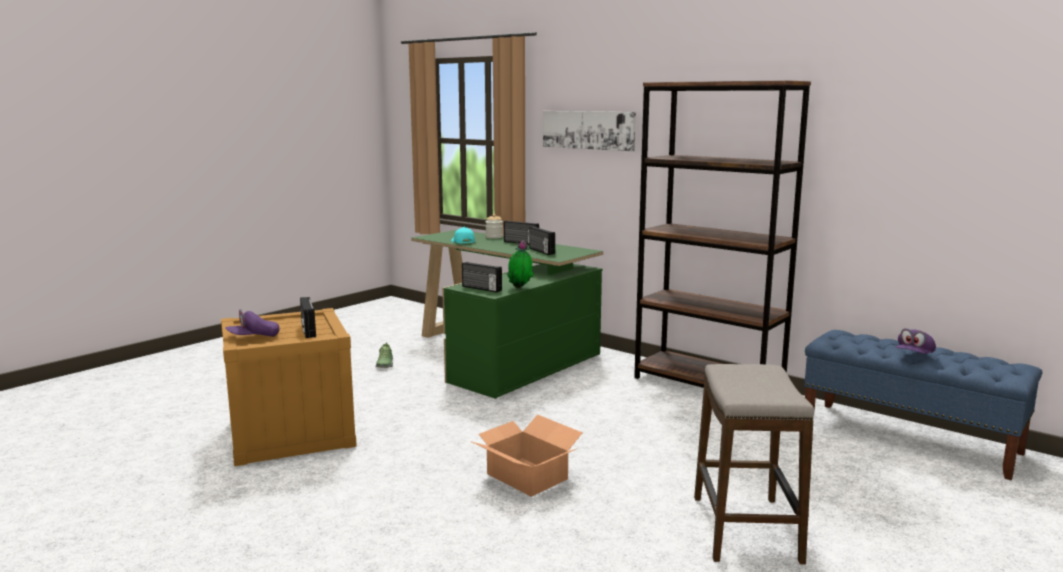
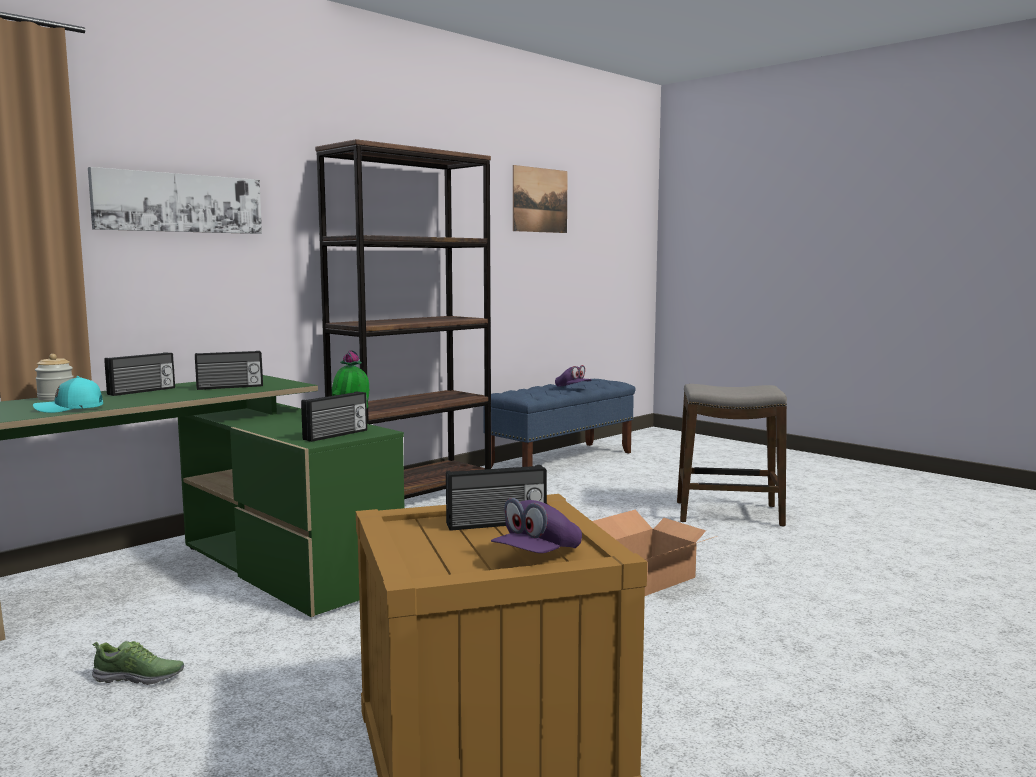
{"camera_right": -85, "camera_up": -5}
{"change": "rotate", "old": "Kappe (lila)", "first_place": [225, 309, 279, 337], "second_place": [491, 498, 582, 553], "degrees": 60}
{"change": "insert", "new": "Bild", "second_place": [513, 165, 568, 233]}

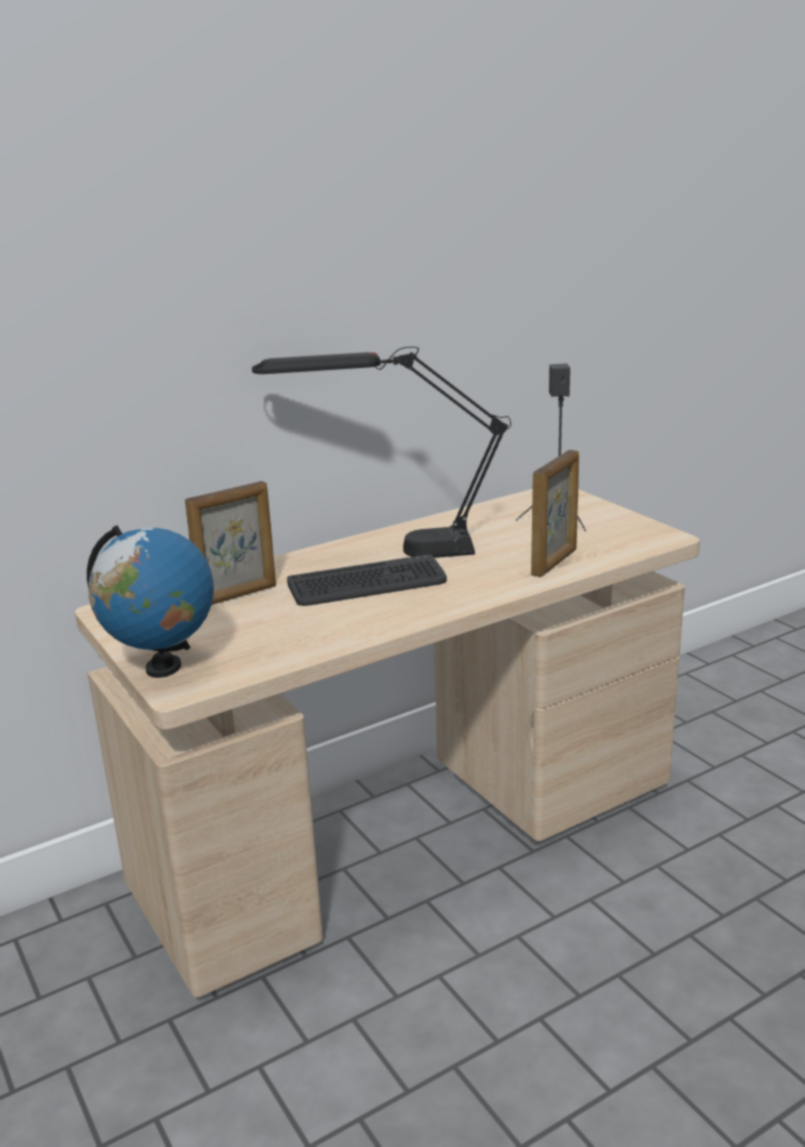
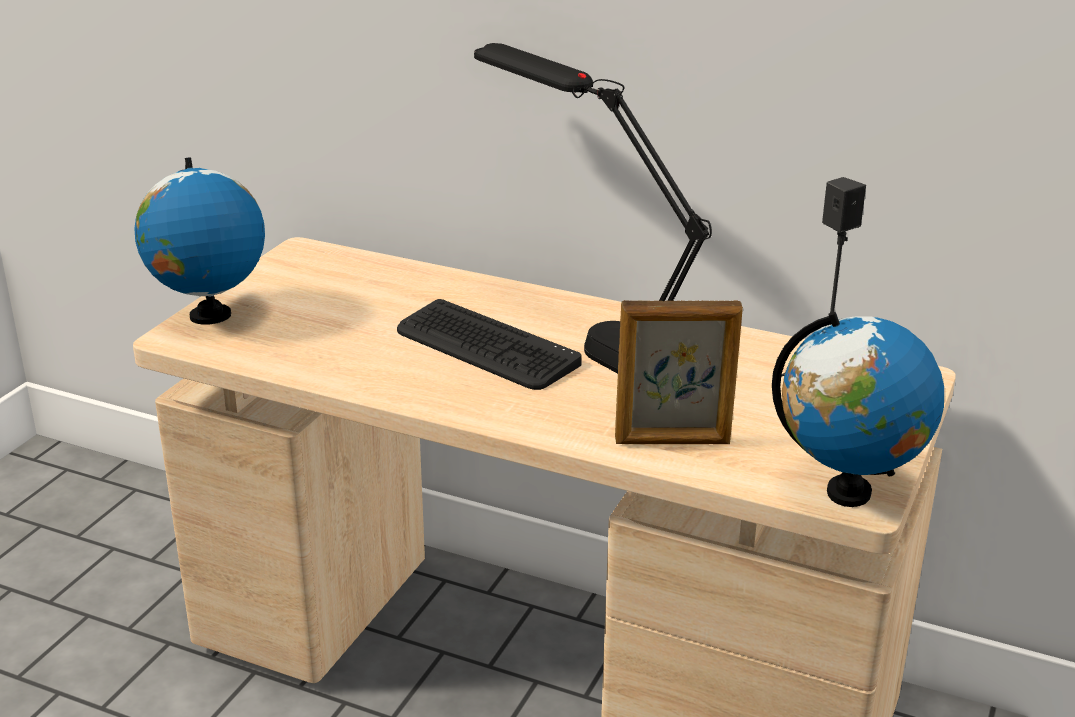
{"camera_right": 55, "camera_up": 5}
{"change": "delete", "old": "Bilderrahmen", "first_place": [185, 481, 276, 605]}
{"change": "insert", "new": "Globus", "second_place": [772, 312, 944, 507]}

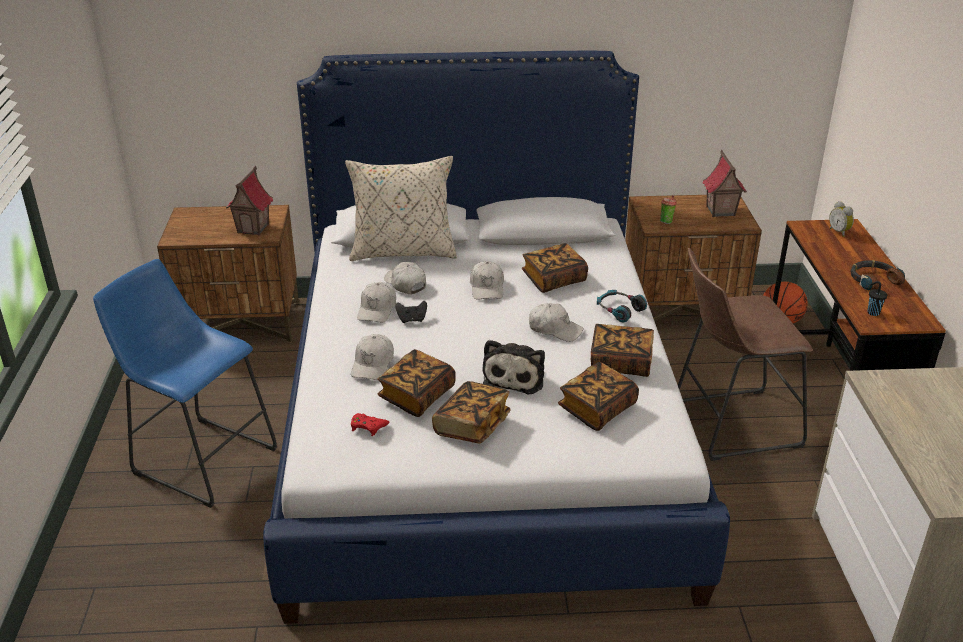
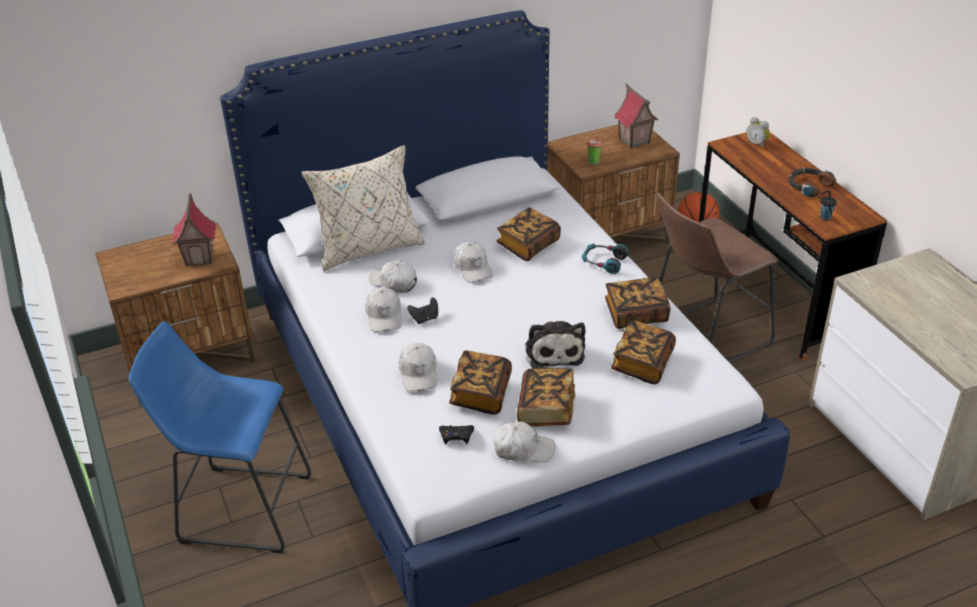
{"camera_right": -20, "camera_up": 5}
{"change": "recolor", "old": "Gamepad (rot)", "new": "Gamepad (schwarz)", "first_place": [351, 413, 389, 436], "second_place": [439, 425, 474, 445]}
{"change": "move", "old": "Kappe (weiß)", "first_place": [529, 303, 584, 342], "second_place": [493, 422, 555, 463]}

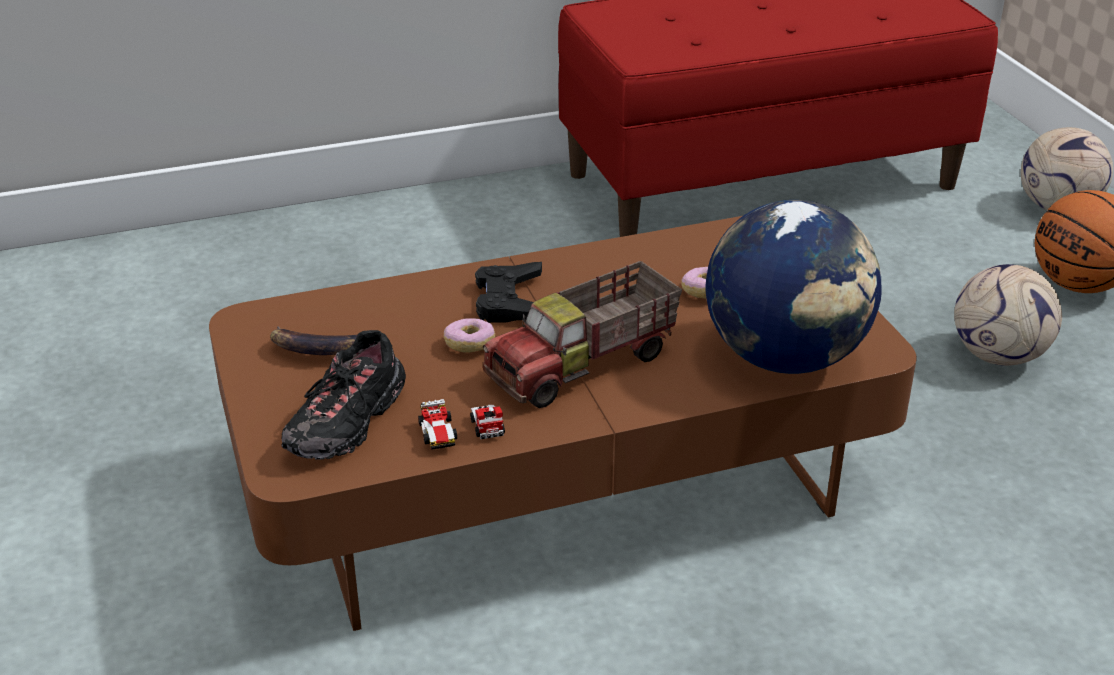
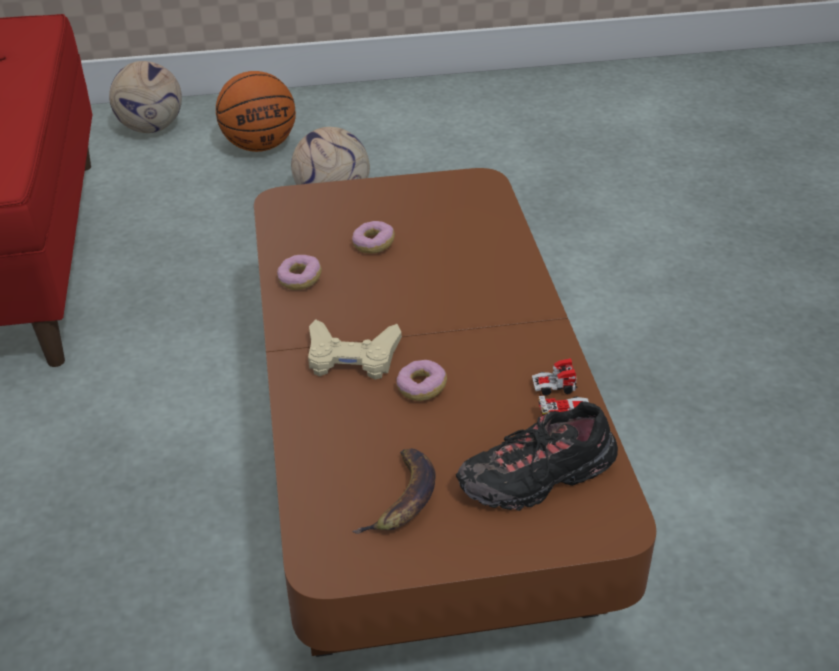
{"camera_right": -80, "camera_up": 5}
{"change": "rotate", "old": "Schuh (schwarz)", "first_place": [281, 330, 406, 460], "second_place": [456, 402, 618, 511], "degrees": 120}
{"change": "recolor", "old": "Gamepad (schwarz)", "new": "Gamepad (beige)", "first_place": [475, 262, 542, 323], "second_place": [308, 319, 402, 380]}
{"change": "delete", "old": "Spielzeuglaster", "first_place": [483, 261, 682, 408]}
{"change": "delete", "old": "Globus", "first_place": [706, 200, 882, 374]}
{"change": "insert", "new": "Donut", "second_place": [277, 255, 322, 290]}

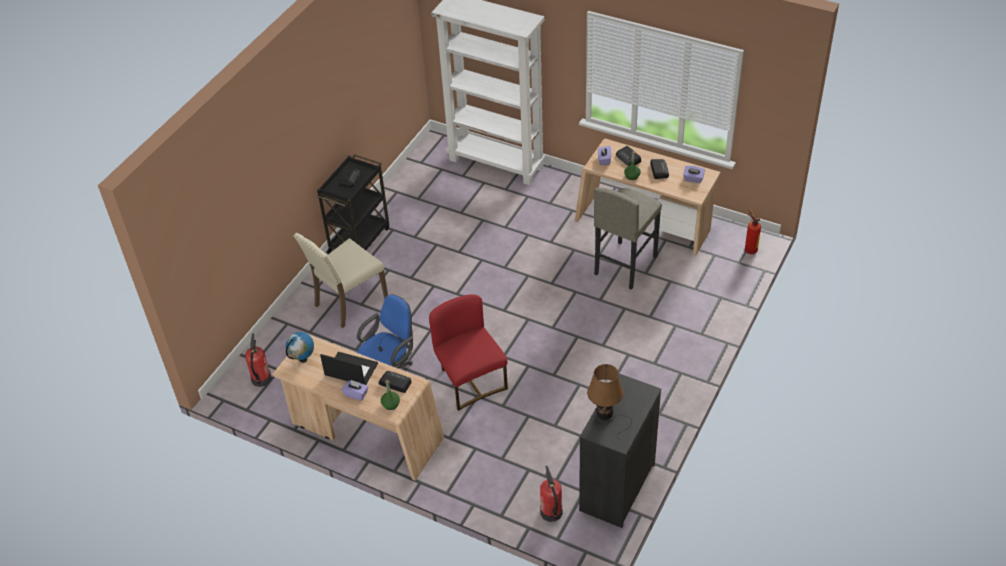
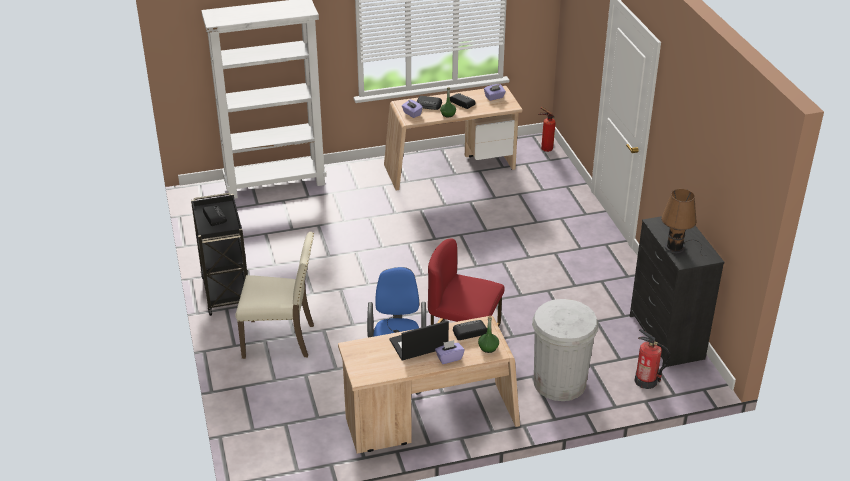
{"camera_right": -45, "camera_up": -10}
{"change": "delete", "old": "Feuerlöscher", "first_place": [245, 333, 272, 387]}
{"change": "delete", "old": "Globus", "first_place": [286, 332, 314, 363]}
{"change": "rotate", "old": "Stuhl (beige)", "first_place": [293, 233, 388, 328], "second_place": [235, 232, 314, 359], "degrees": -90}
{"change": "delete", "old": "Hocker (grau)", "first_place": [594, 188, 662, 290]}
{"change": "insert", "new": "Mülleimer (weiß)", "second_place": [532, 299, 598, 401]}

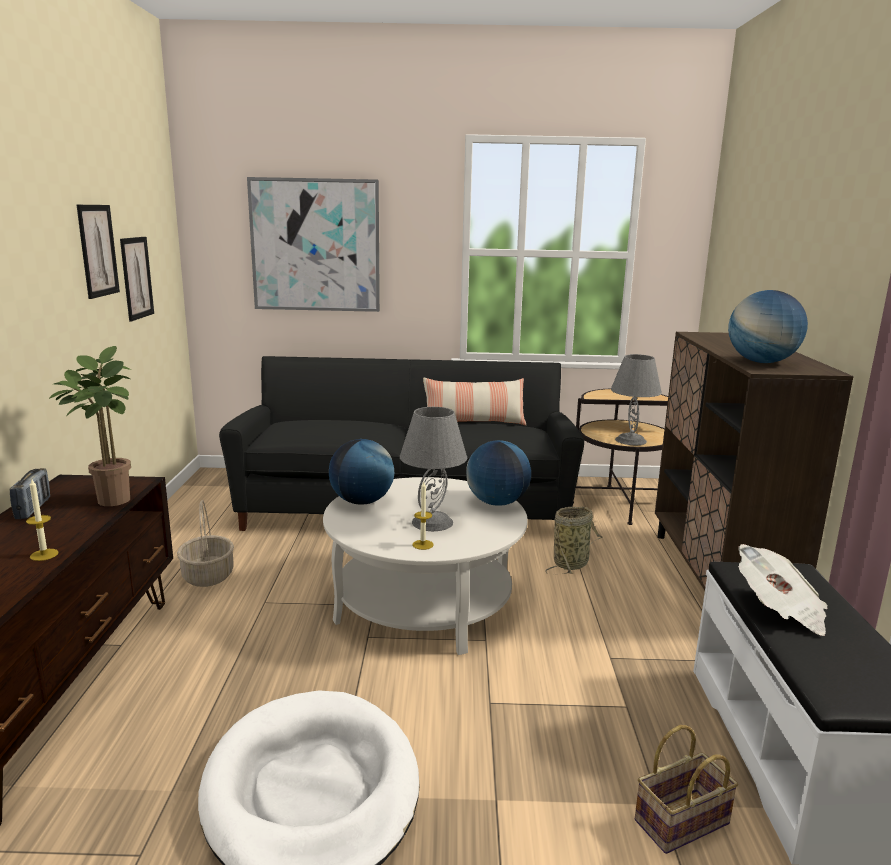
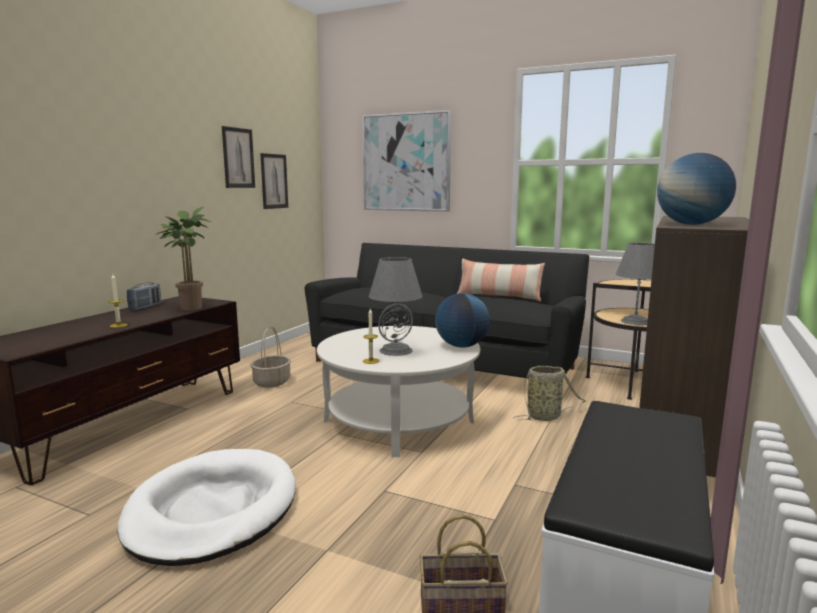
{"camera_right": 25, "camera_up": -5}
{"change": "delete", "old": "Globus", "first_place": [329, 439, 394, 505]}
{"change": "delete", "old": "Zeitung", "first_place": [738, 544, 828, 636]}

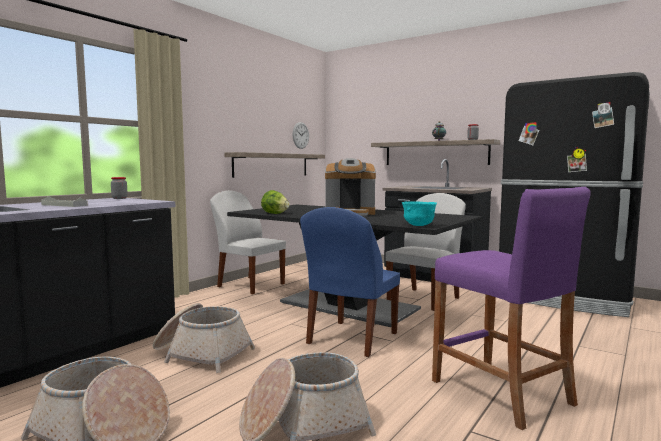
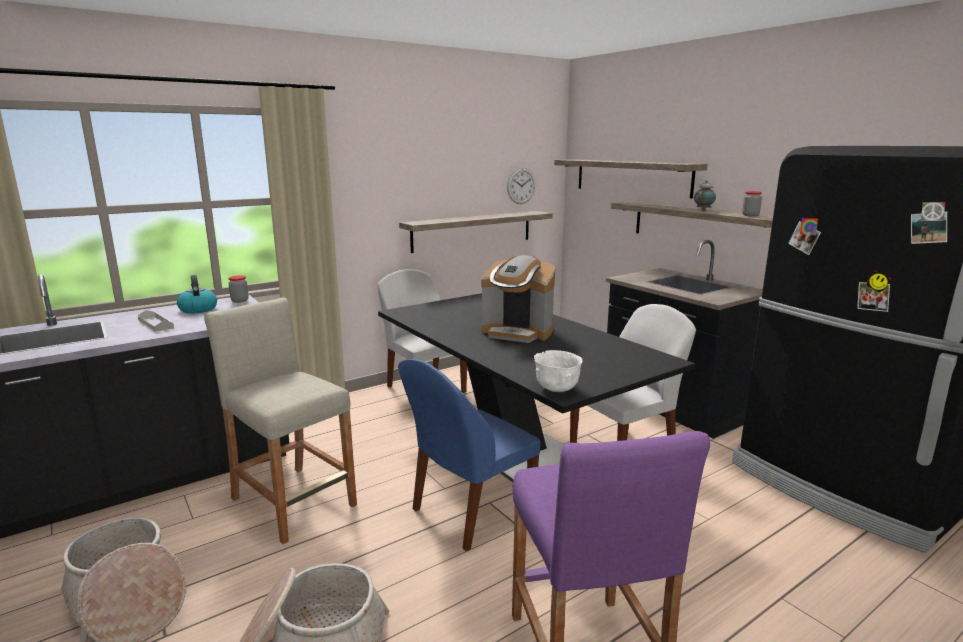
{"camera_right": 20, "camera_up": 10}
{"change": "replace", "old": "Korb", "new": "Hocker (beige)", "first_place": [153, 303, 255, 373], "second_place": [204, 297, 357, 544]}
{"change": "delete", "old": "Salatkopf", "first_place": [261, 190, 290, 214]}
{"change": "recolor", "old": "Schüssel (türkis)", "new": "Schüssel (weiß)", "first_place": [402, 201, 437, 226], "second_place": [534, 350, 583, 392]}
{"change": "insert", "new": "Wasserkessel", "second_place": [177, 275, 217, 313]}
{"change": "insert", "new": "Wandregal", "second_place": [554, 159, 707, 199]}

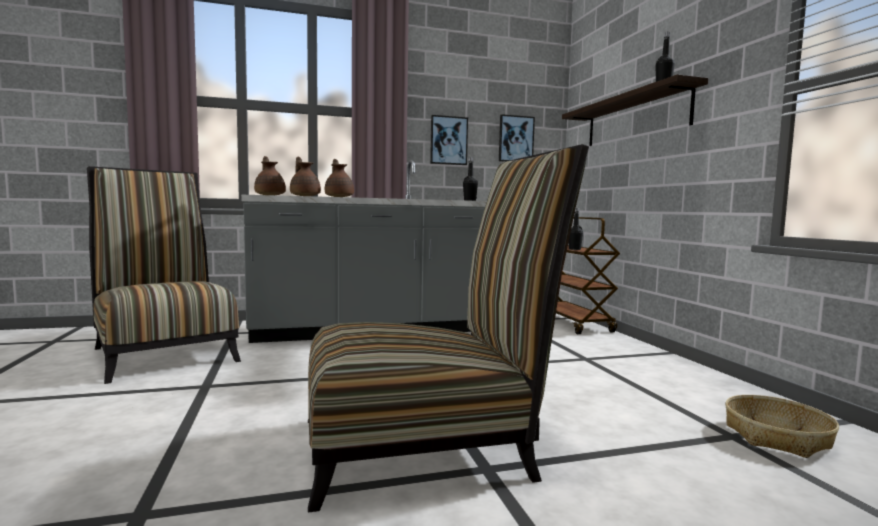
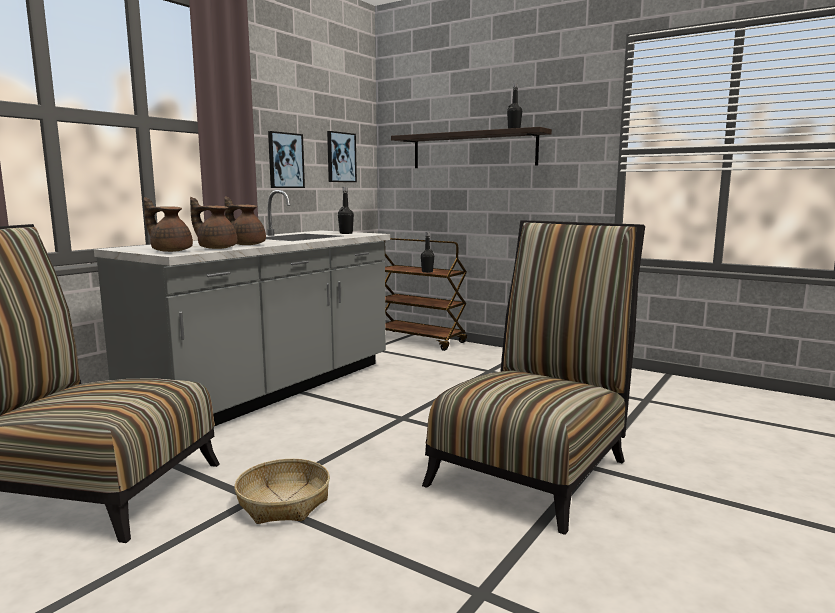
{"camera_right": -40, "camera_up": 5}
{"change": "move", "old": "Korb", "first_place": [725, 395, 839, 458], "second_place": [234, 459, 330, 524]}

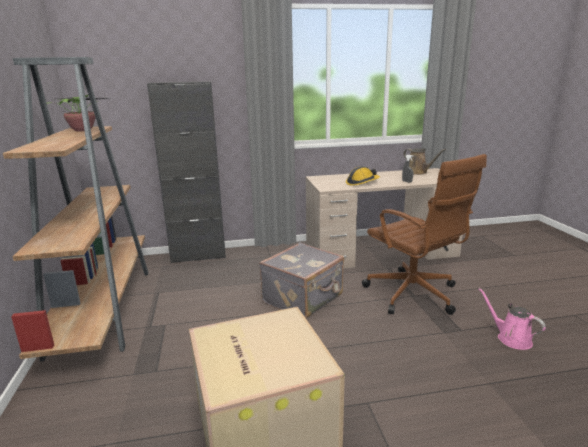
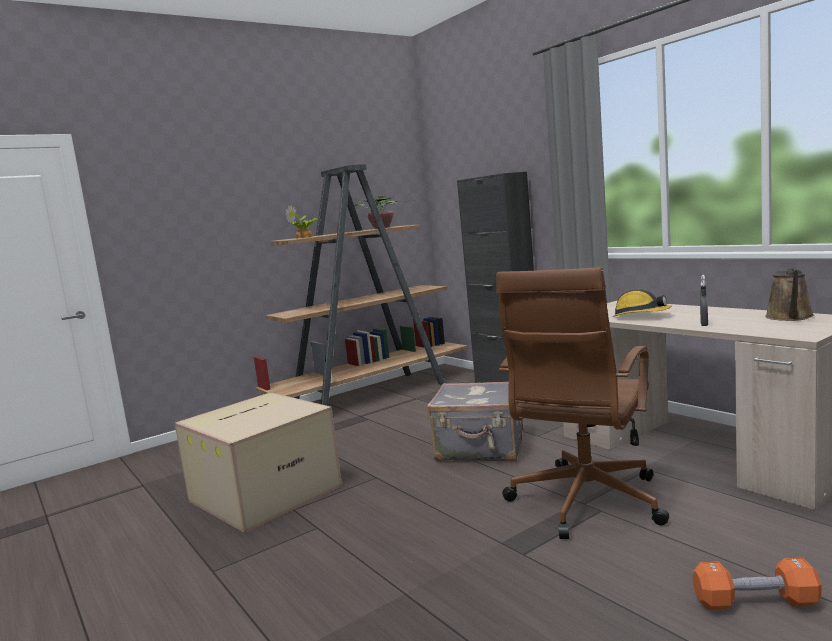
{"camera_right": 65, "camera_up": -10}
{"change": "delete", "old": "Gießkanne (rosa)", "first_place": [479, 288, 546, 350]}
{"change": "insert", "new": "Topfpflanze", "second_place": [285, 205, 321, 239]}
{"change": "insert", "new": "Hantel (orange)", "second_place": [693, 558, 822, 610]}

